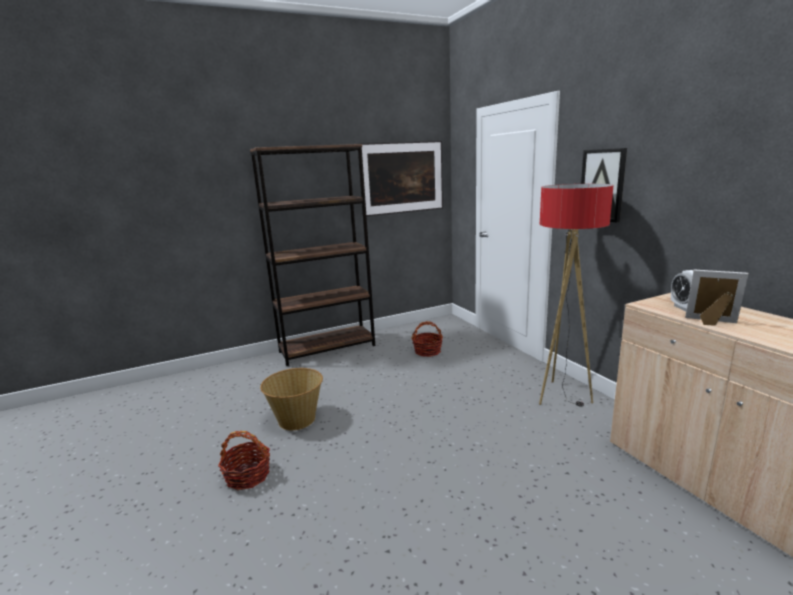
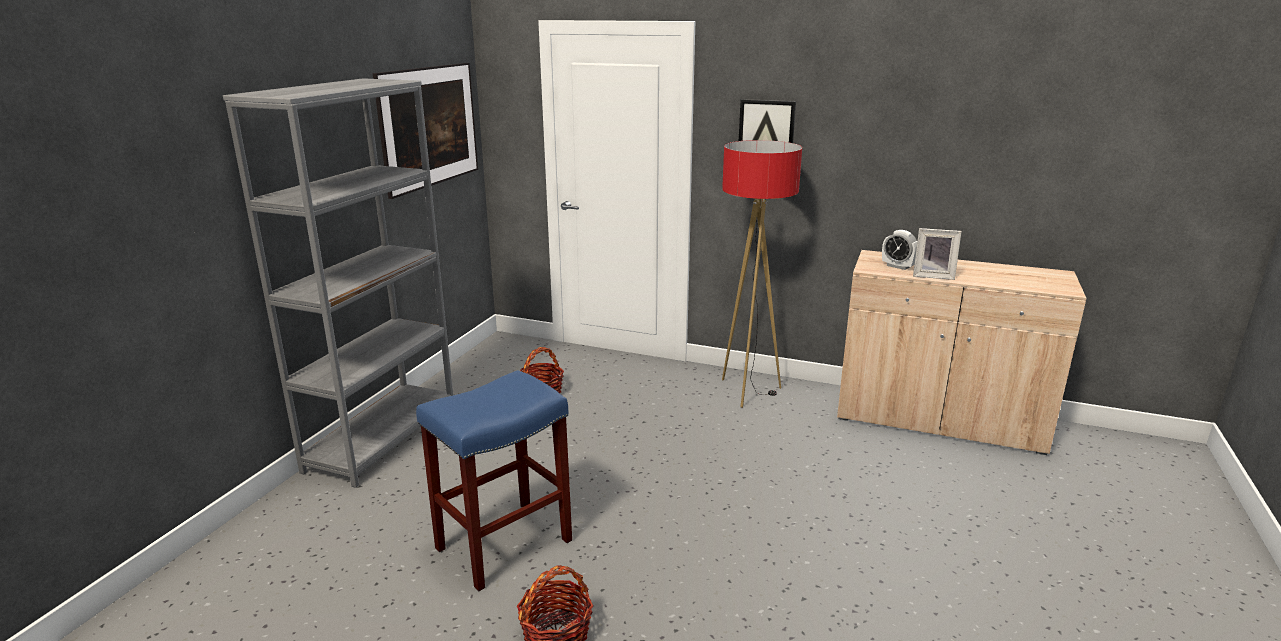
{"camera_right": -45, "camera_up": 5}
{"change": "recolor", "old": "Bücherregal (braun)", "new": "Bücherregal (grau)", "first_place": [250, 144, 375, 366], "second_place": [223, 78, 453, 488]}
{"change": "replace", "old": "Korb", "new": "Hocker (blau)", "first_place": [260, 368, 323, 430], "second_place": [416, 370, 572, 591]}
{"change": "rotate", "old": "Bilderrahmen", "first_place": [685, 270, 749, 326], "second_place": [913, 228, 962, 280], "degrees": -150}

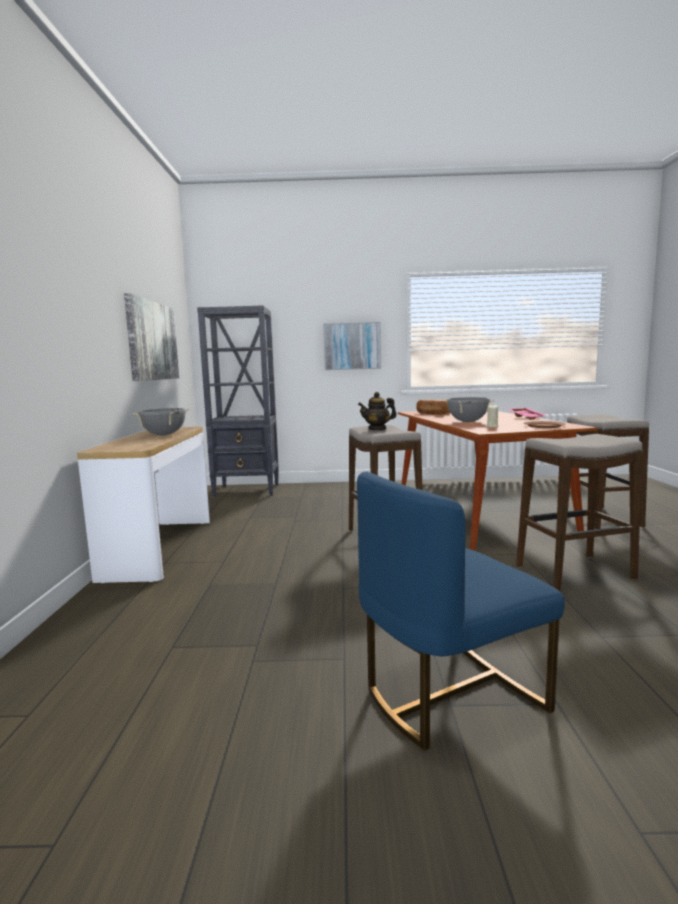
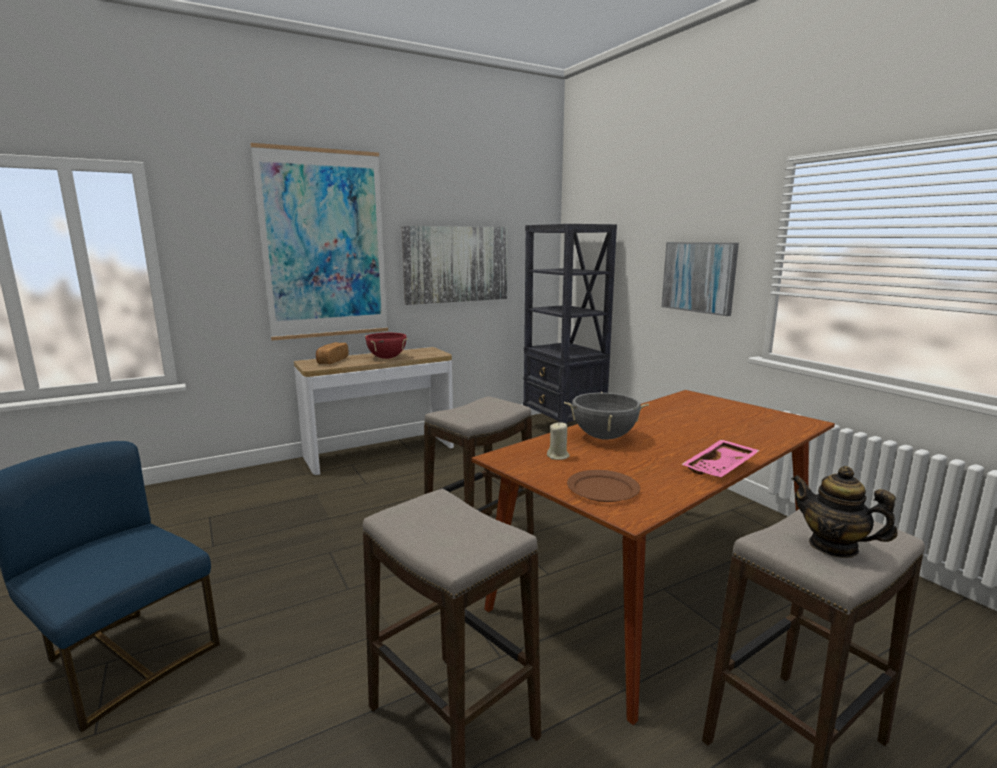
{"camera_right": 60, "camera_up": 5}
{"change": "recolor", "old": "Kochtopf (grau)", "new": "Kochtopf (rot)", "first_place": [133, 408, 190, 436], "second_place": [365, 333, 408, 359]}
{"change": "move", "old": "Teekanne", "first_place": [358, 392, 397, 430], "second_place": [792, 466, 897, 558]}
{"change": "move", "old": "Brot", "first_place": [416, 399, 450, 415], "second_place": [316, 342, 348, 364]}
{"change": "insert", "new": "Bild", "second_place": [250, 143, 388, 341]}

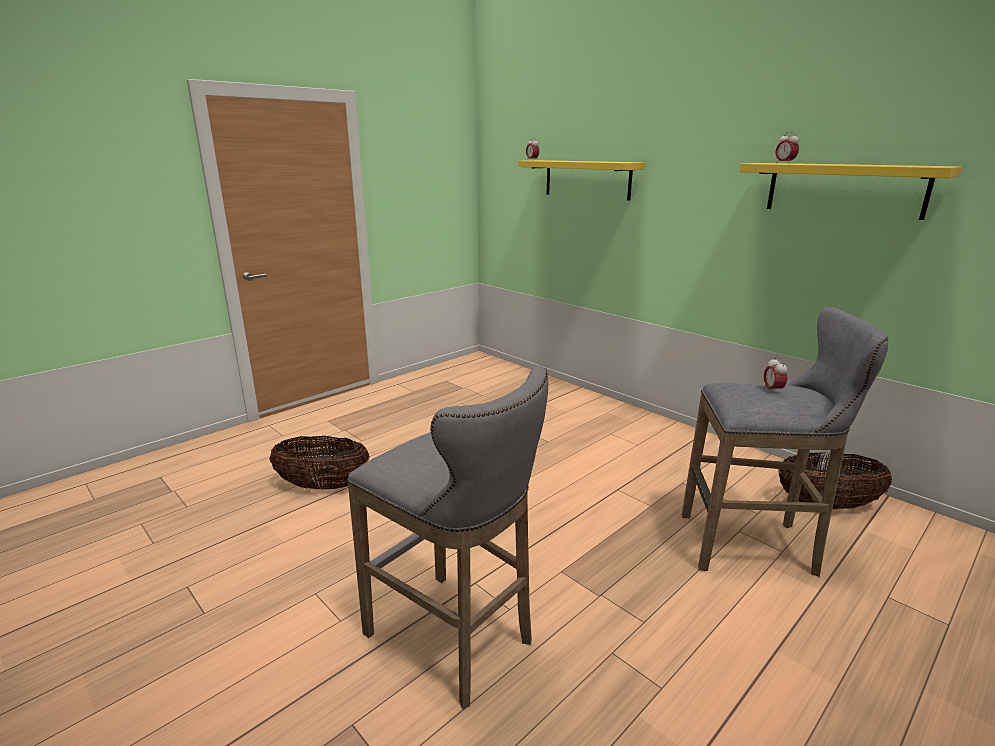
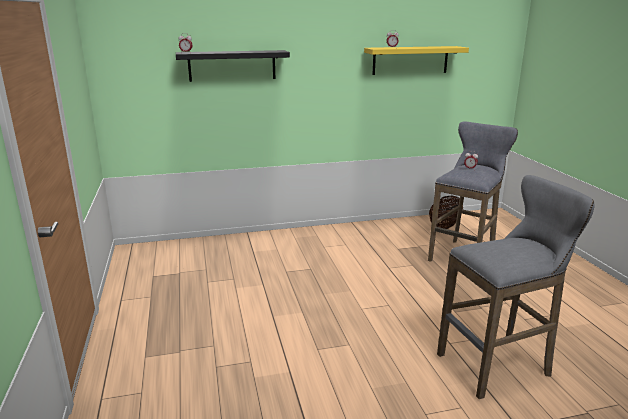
{"camera_right": -60, "camera_up": 0}
{"change": "delete", "old": "Korb", "first_place": [269, 436, 370, 490]}
{"change": "recolor", "old": "Wandregal (gelb)", "new": "Wandregal (schwarz)", "first_place": [519, 160, 645, 201], "second_place": [176, 50, 290, 82]}

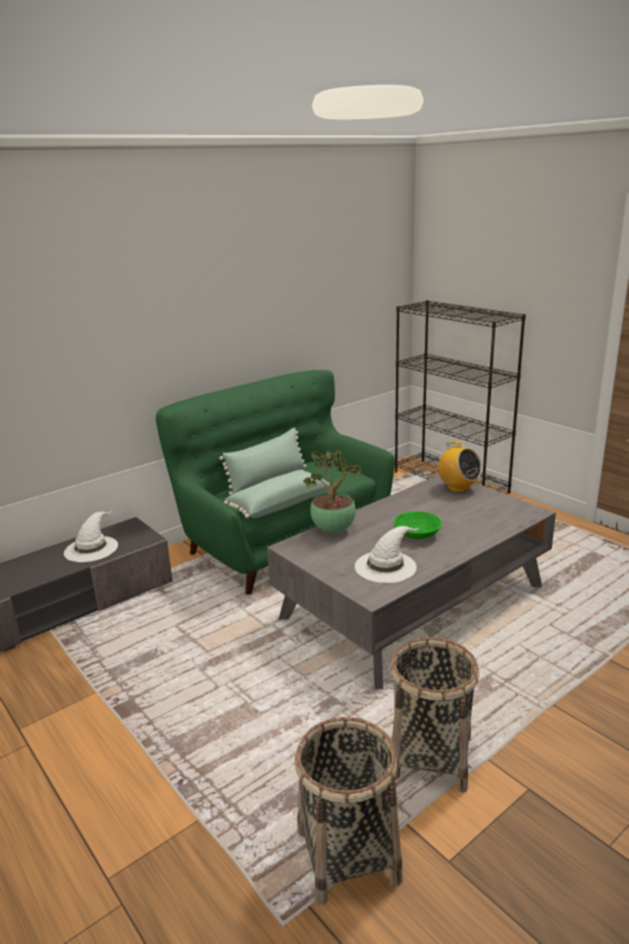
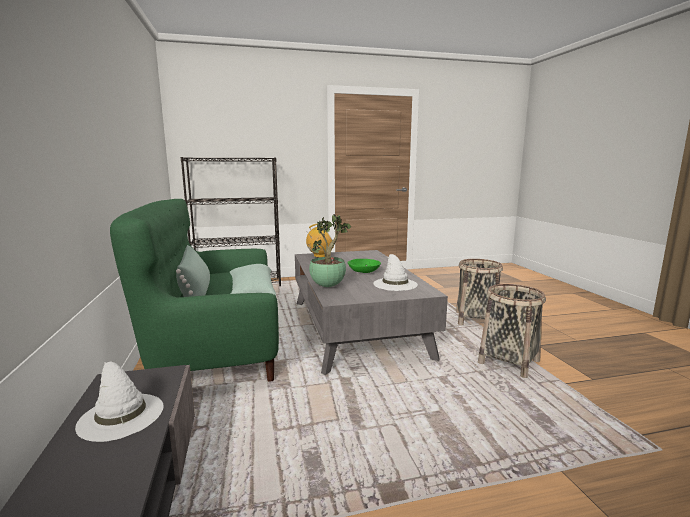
{"camera_right": -65, "camera_up": -10}
{"change": "move", "old": "Korb", "first_place": [295, 717, 403, 905], "second_place": [456, 259, 503, 325]}

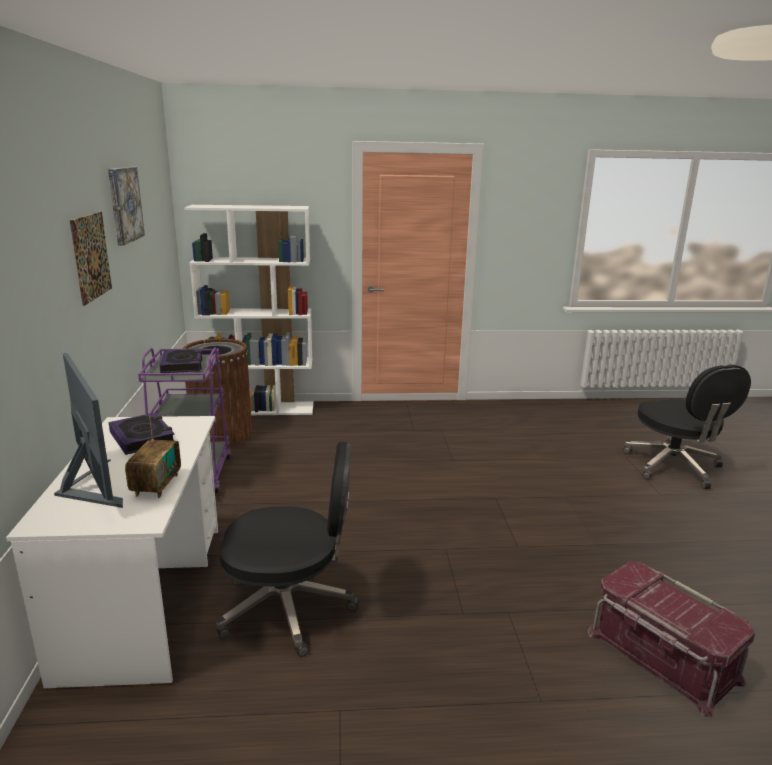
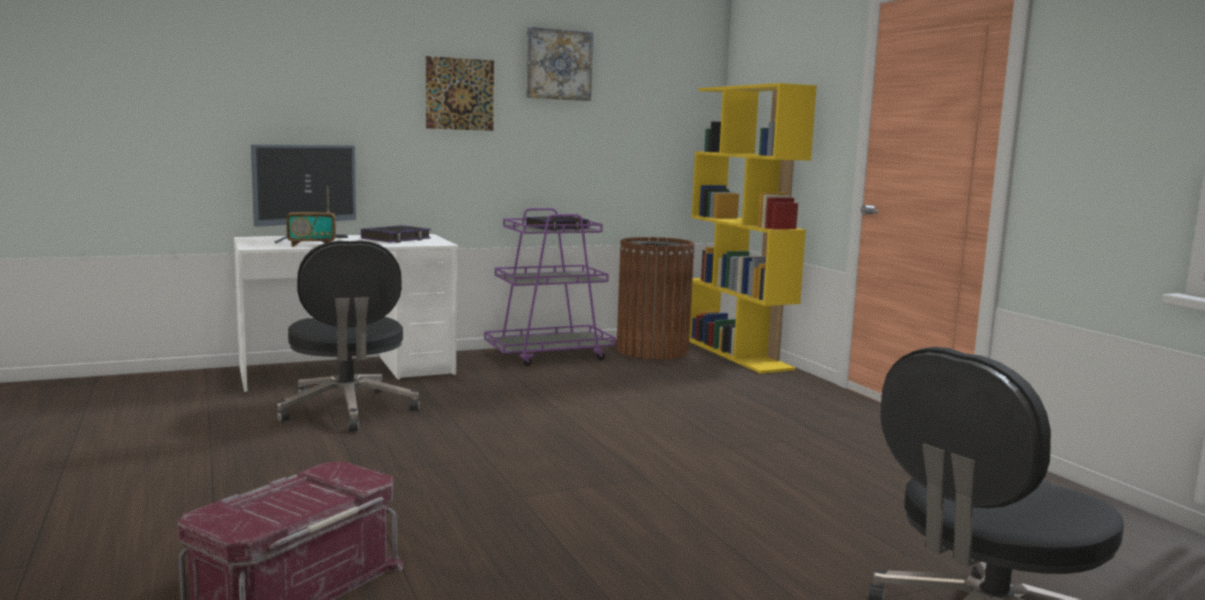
{"camera_right": 70, "camera_up": -10}
{"change": "recolor", "old": "Bücherregal (weiß)", "new": "Bücherregal (gelb)", "first_place": [184, 205, 313, 415], "second_place": [689, 83, 817, 374]}

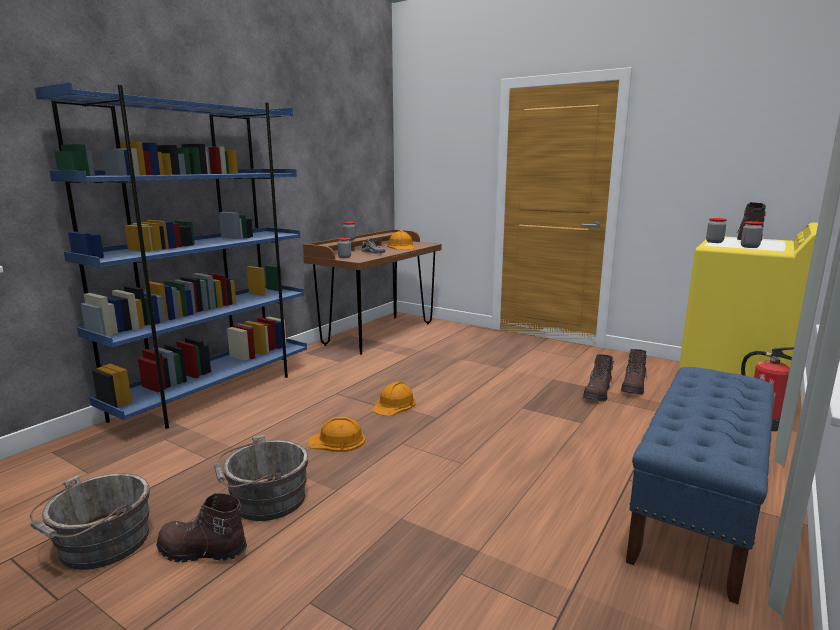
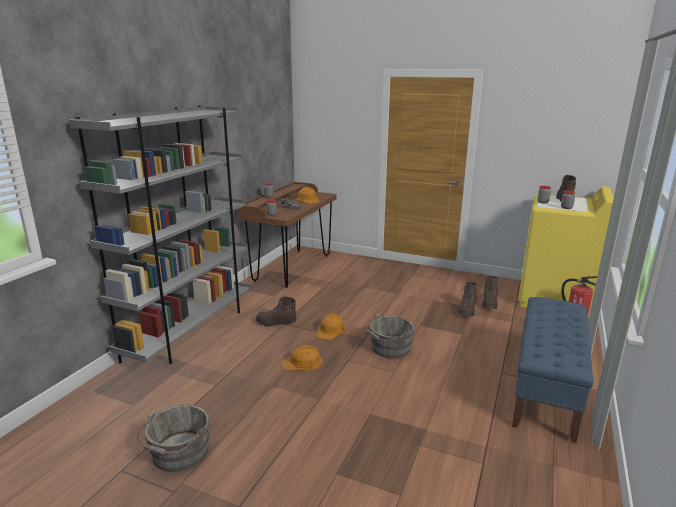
{"camera_right": -10, "camera_up": 5}
{"change": "recolor", "old": "Bücherregal (blau)", "new": "Bücherregal (grau)", "first_place": [35, 82, 307, 429], "second_place": [69, 105, 250, 364]}
{"change": "move", "old": "Stiefel (braun)", "first_place": [156, 493, 247, 563], "second_place": [256, 297, 297, 327]}
{"change": "move", "old": "Eimer (grau)", "first_place": [214, 435, 308, 521], "second_place": [364, 314, 415, 358]}

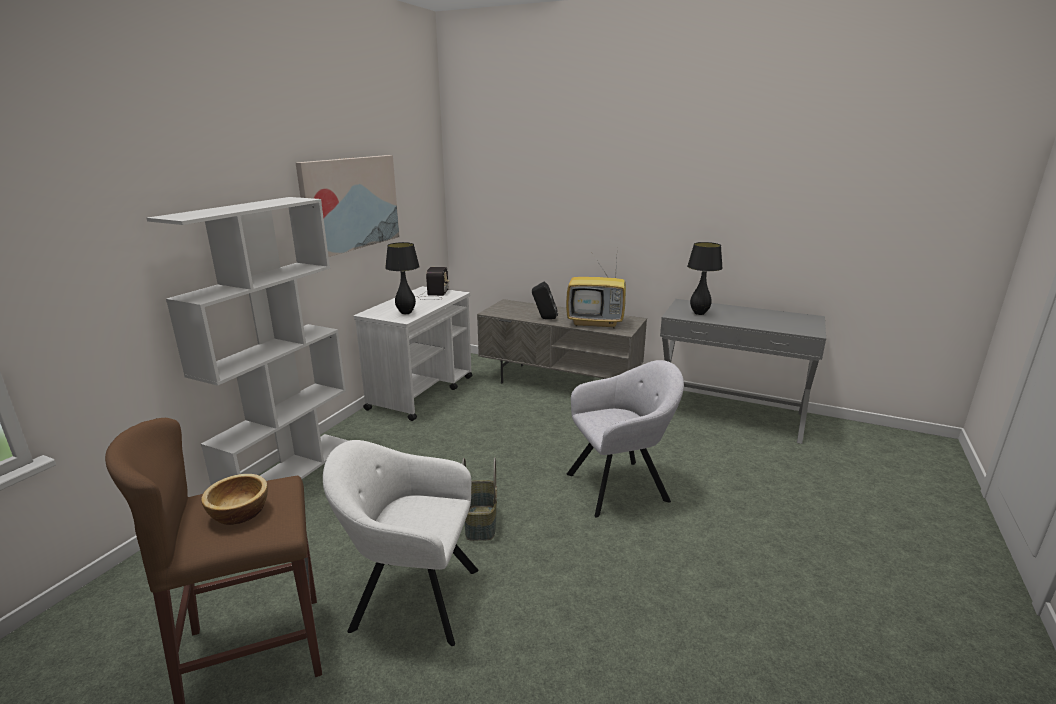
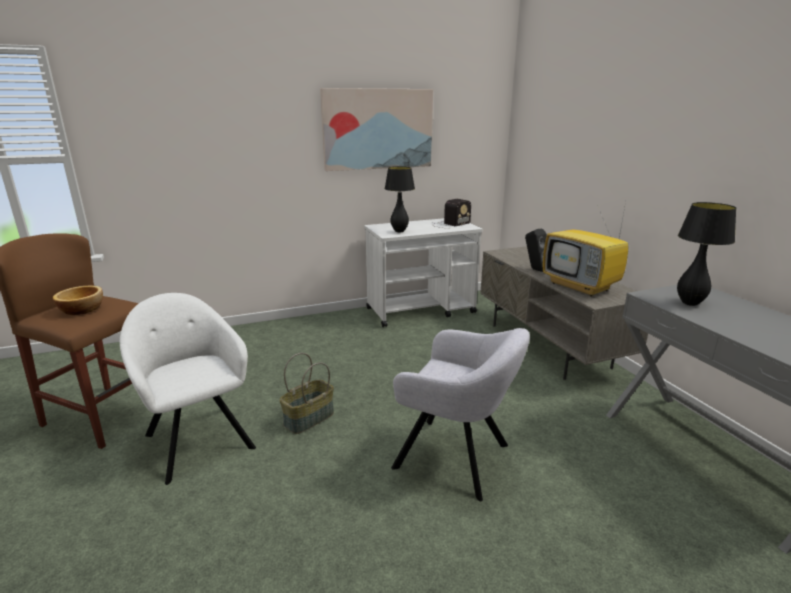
{"camera_right": 45, "camera_up": 0}
{"change": "delete", "old": "Bücherregal (weiß)", "first_place": [146, 197, 349, 485]}

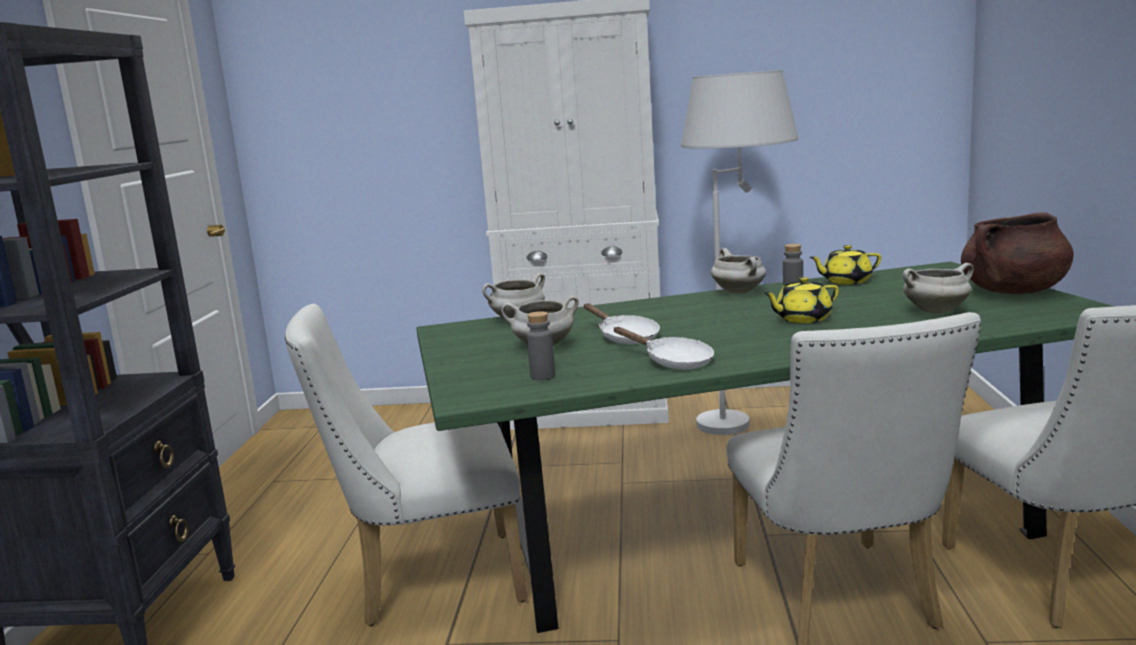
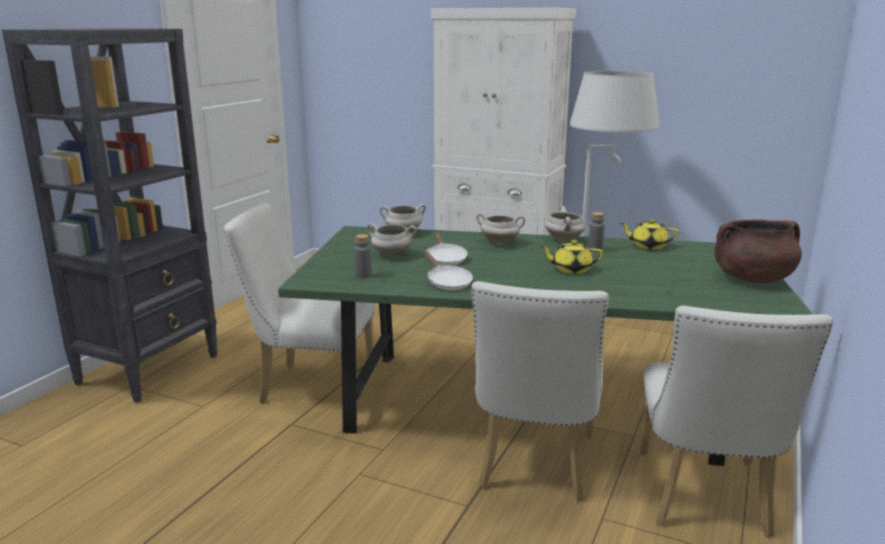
{"camera_right": 20, "camera_up": 5}
{"change": "move", "old": "Kochtopf (weiß)", "first_place": [903, 263, 974, 314], "second_place": [476, 213, 525, 245]}

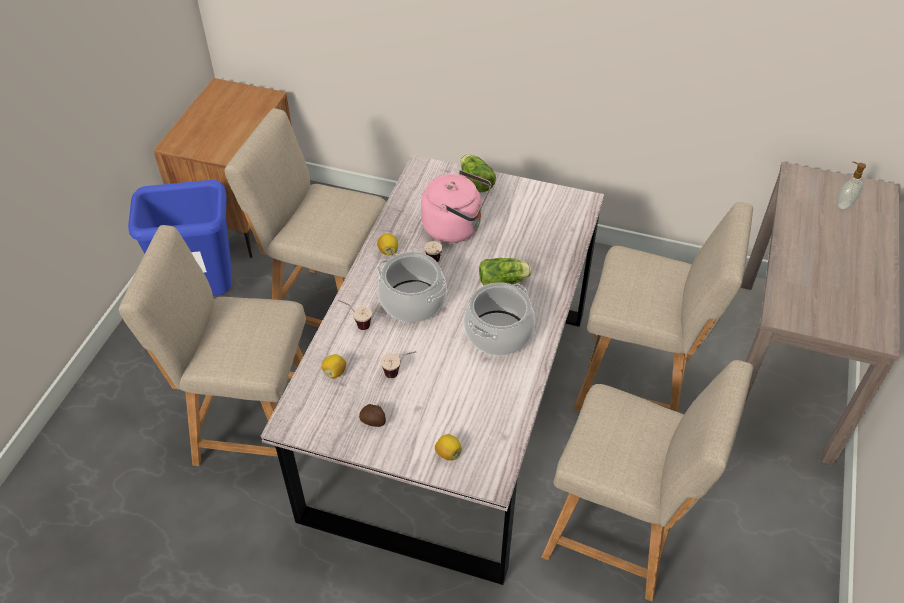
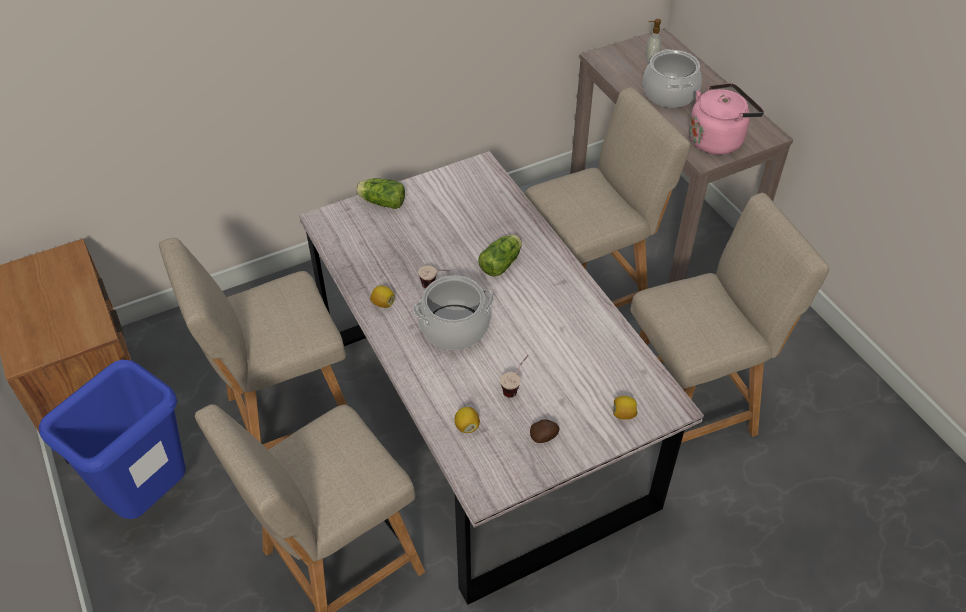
{"camera_right": -45, "camera_up": 0}
{"change": "delete", "old": "Tasse", "first_place": [337, 300, 372, 330]}
{"change": "move", "old": "Wasserkessel (rosa)", "first_place": [421, 170, 491, 243], "second_place": [689, 83, 764, 155]}
{"change": "move", "old": "Kochtopf", "first_place": [464, 282, 535, 355], "second_place": [643, 49, 701, 108]}

